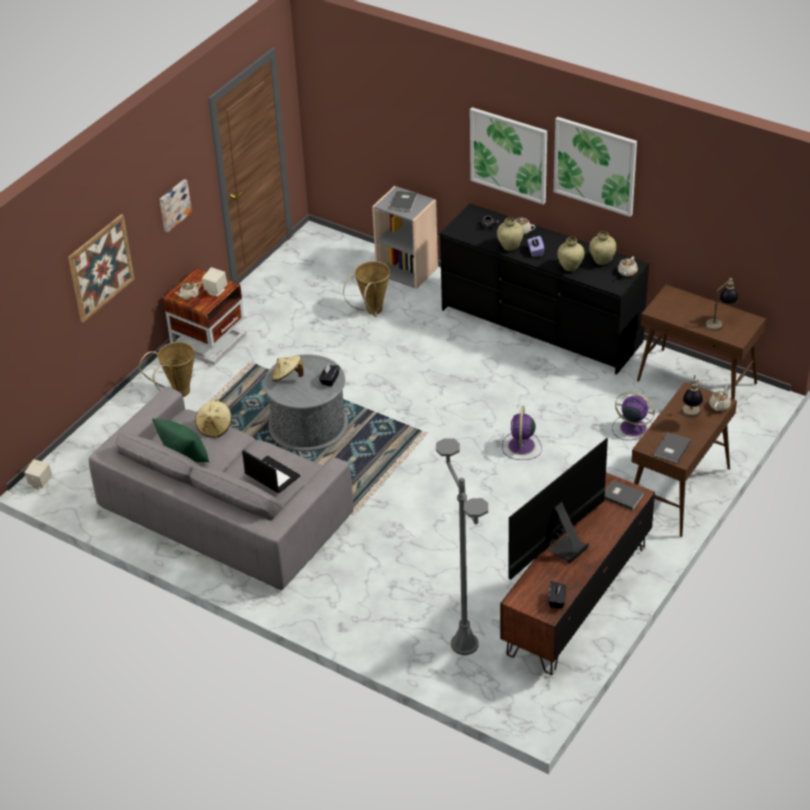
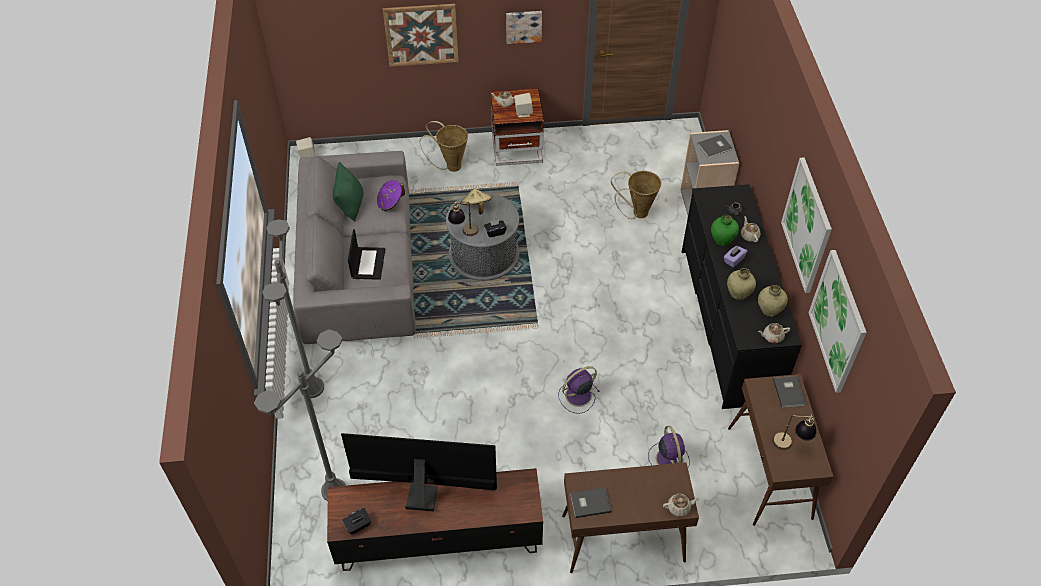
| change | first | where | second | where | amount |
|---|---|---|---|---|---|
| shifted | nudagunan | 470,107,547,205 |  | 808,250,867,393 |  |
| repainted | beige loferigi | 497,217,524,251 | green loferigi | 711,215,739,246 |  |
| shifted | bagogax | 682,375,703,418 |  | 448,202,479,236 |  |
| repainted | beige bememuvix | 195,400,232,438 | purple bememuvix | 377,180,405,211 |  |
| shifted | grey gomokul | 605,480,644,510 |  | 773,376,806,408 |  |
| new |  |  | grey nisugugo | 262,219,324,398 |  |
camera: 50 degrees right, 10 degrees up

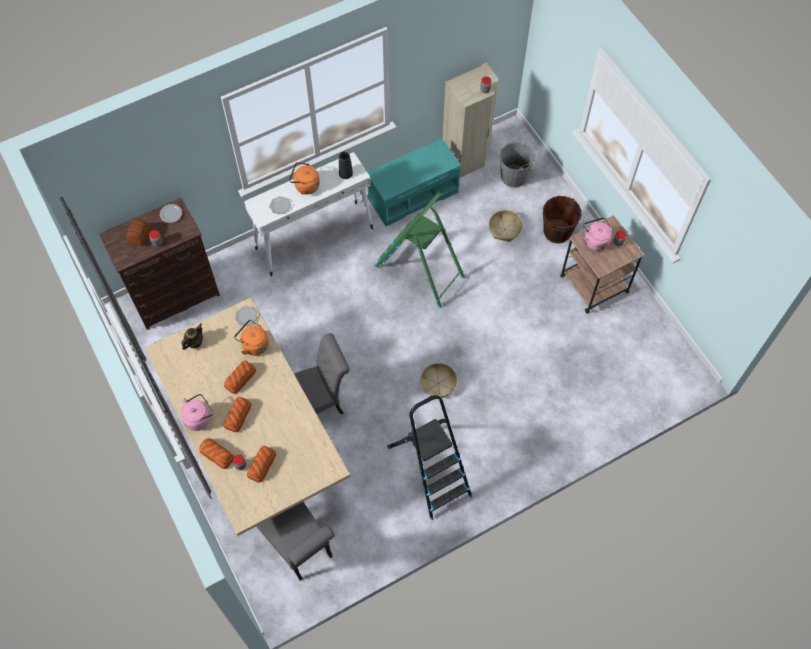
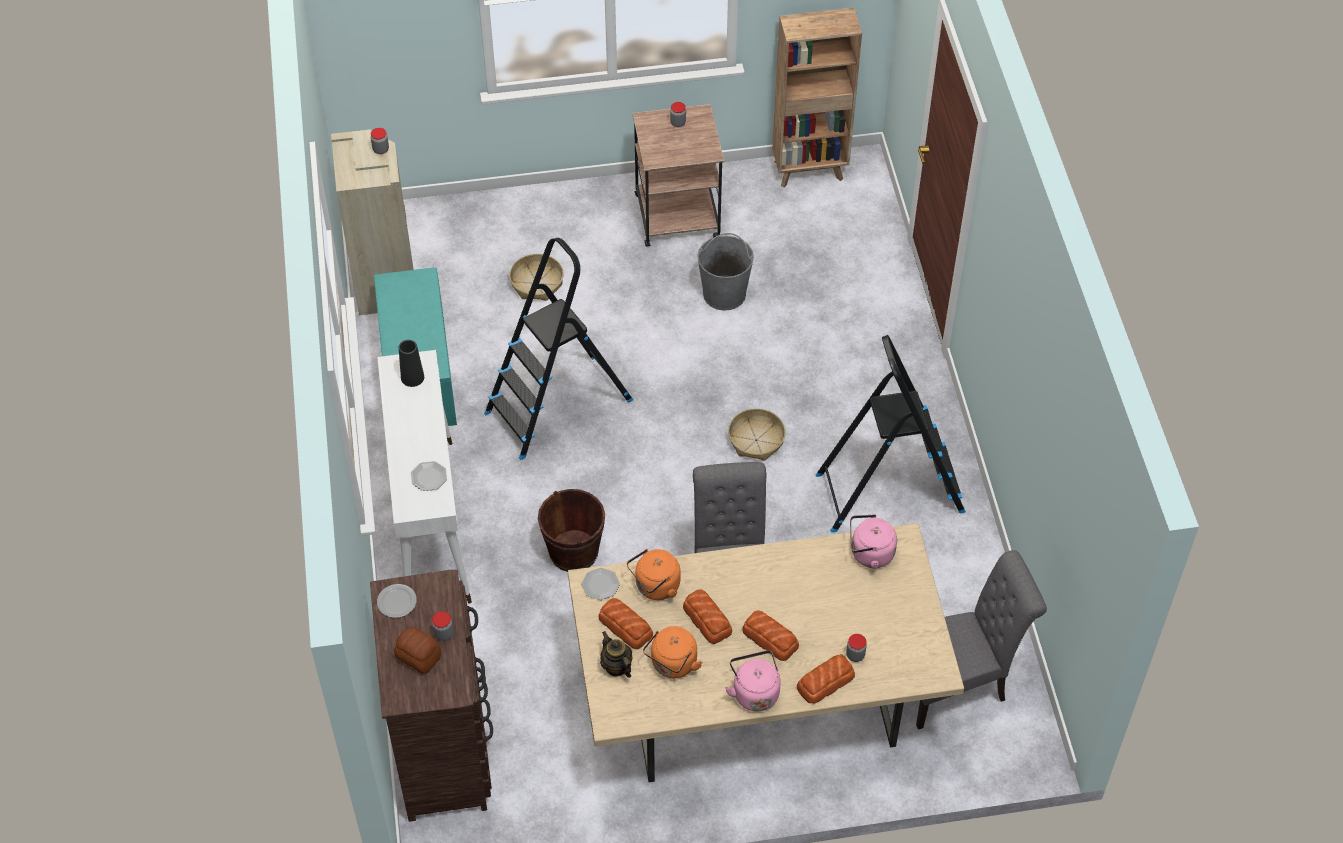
| change | first | where | second | where | amount |
|---|---|---|---|---|---|
| shifted | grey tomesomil | 500,142,536,188 |  | 697,233,754,311 |  |
| shifted | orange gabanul | 289,162,320,194 |  | 643,626,703,678 |  |
| repainted | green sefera | 375,192,465,308 | black sefera | 484,238,633,460 |  |
| shifted | brown tomesomil | 543,196,582,243 |  | 538,489,605,572 |  |
| shifted | pink gabanul | 582,217,612,251 |  | 850,514,897,569 |  |
| shifted | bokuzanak | 247,446,276,483 |  | 599,598,653,649 |  |
| new |  |  | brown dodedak | 772,8,862,188 |  |
camera: 70 degrees left, 10 degrees down

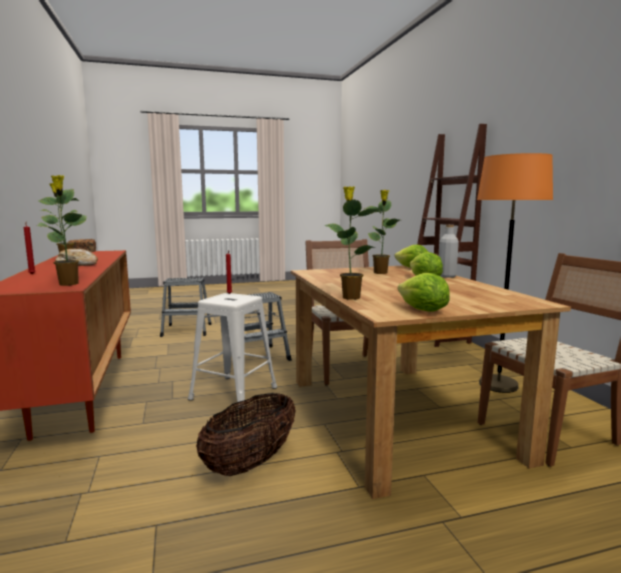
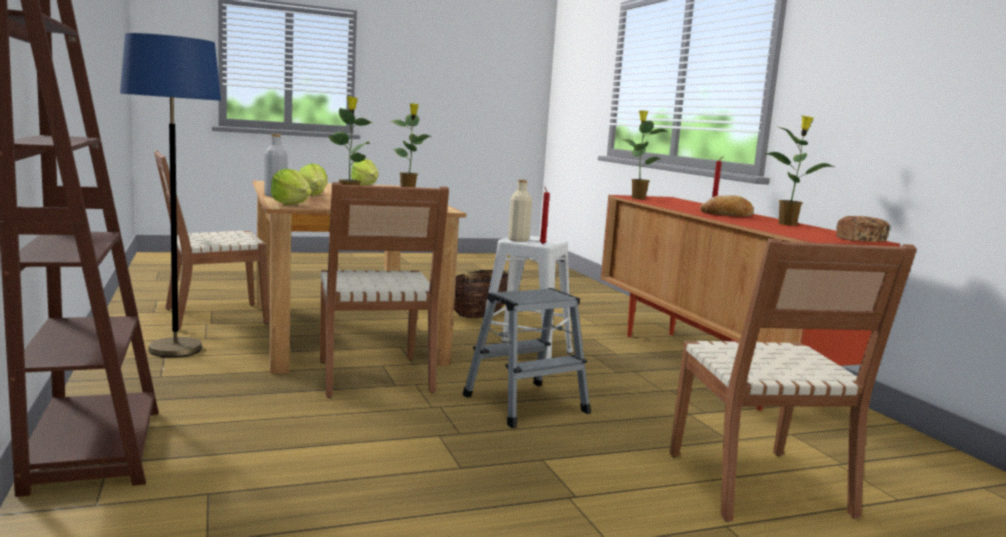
| change | first | where | second | where | amount |
|---|---|---|---|---|---|
| repainted | orange nisugugo | 477,153,553,393 | blue nisugugo | 120,33,221,357 |  |
| swapped | grey sefera | 160,277,211,337 | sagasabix | 670,238,917,522 |  |
| new |  |  | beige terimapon | 508,179,532,242 |  |
camera: 175 degrees right, 0 degrees up

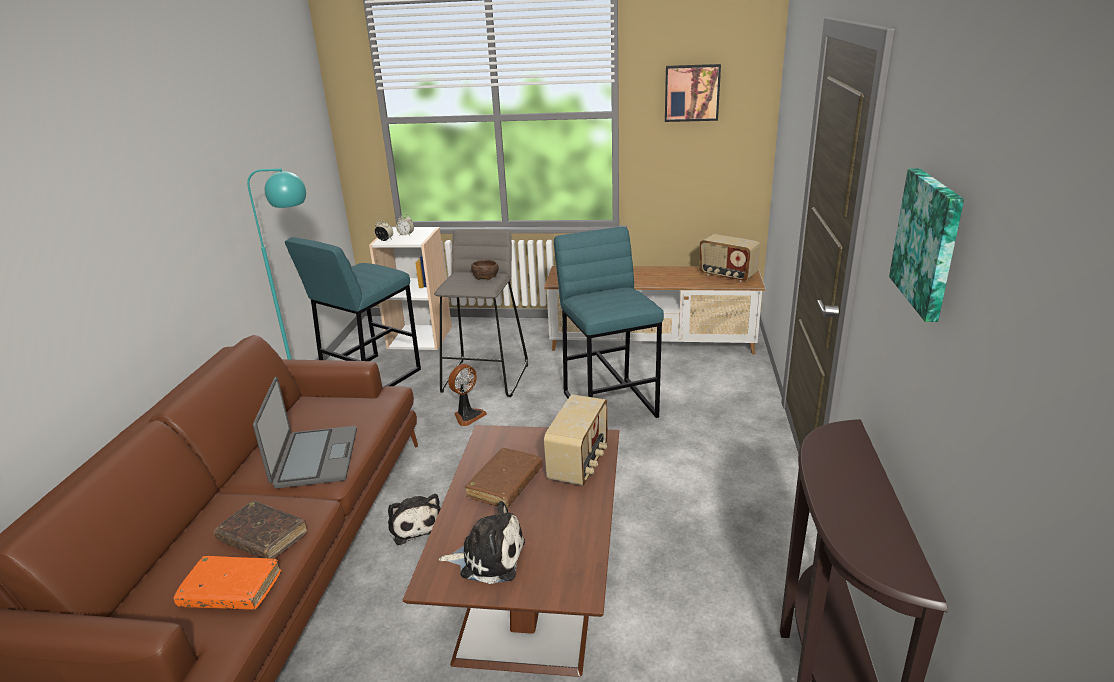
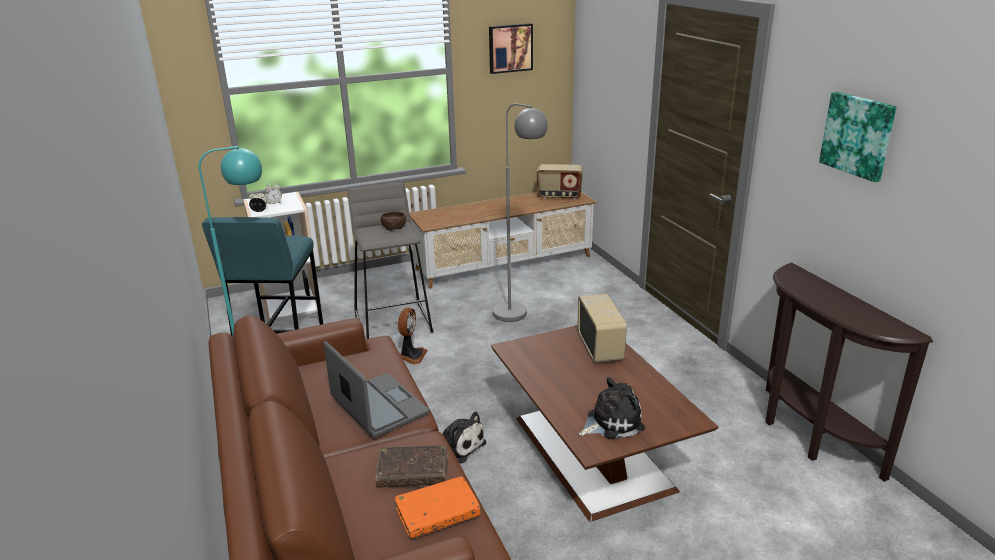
| change | first | where | second | where | amount |
|---|---|---|---|---|---|
| swapped | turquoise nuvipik | 554,227,664,418 | grey nisugugo | 492,103,548,322 |  |
| gone | brown gomokul | 465,448,542,508 |  |  |  |
camera: 30 degrees left, 0 degrees up

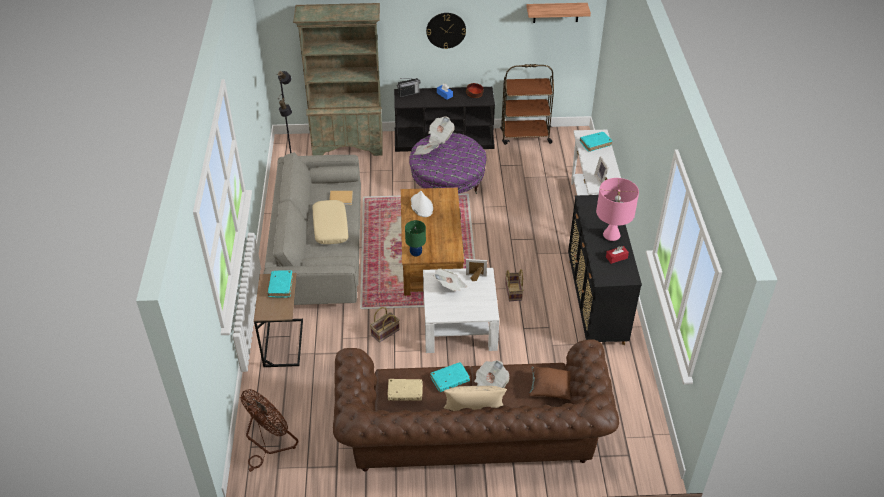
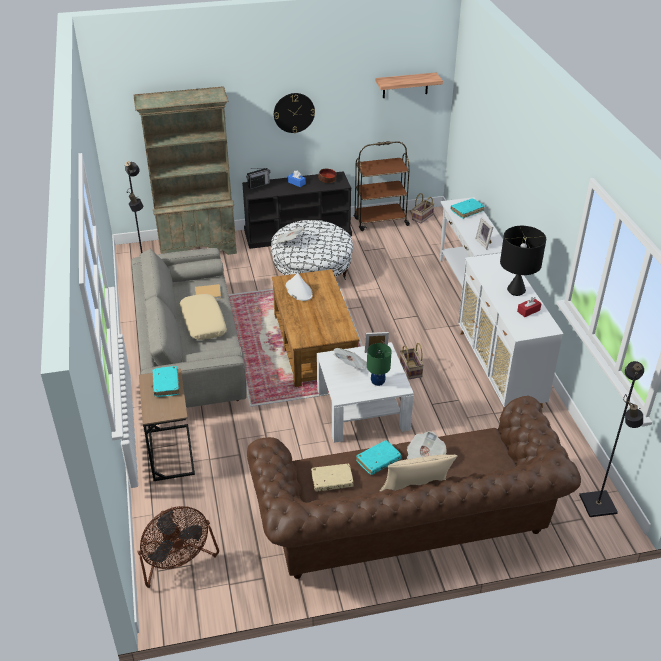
| change | first | where | second | where | amount |
|---|---|---|---|---|---|
| gone | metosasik | 428,116,455,144 |  |  |  |
| repainted | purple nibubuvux | 409,133,486,194 | white nibubuvux | 271,220,353,280 |  |
| repainted | pink bagogax | 596,178,639,241 | black bagogax | 500,226,546,296 |  |
| repainted | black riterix | 568,195,642,345 | white riterix | 458,253,564,409 |  |
| shifted | green bagogax | 405,220,426,257 |  | 367,343,391,386 |  |
| shifted | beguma | 370,307,399,343 |  | 412,193,434,223 |  |
| gone | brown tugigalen | 529,366,571,400 |  |  |  |
| rotated | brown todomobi | 241,389,298,472 |  | 137,506,219,588 | 120 degrees clockwise |
| new |  |  | black nisugugo | 579,361,644,517 |  |
camera: 10 degrees left, 5 degrees down

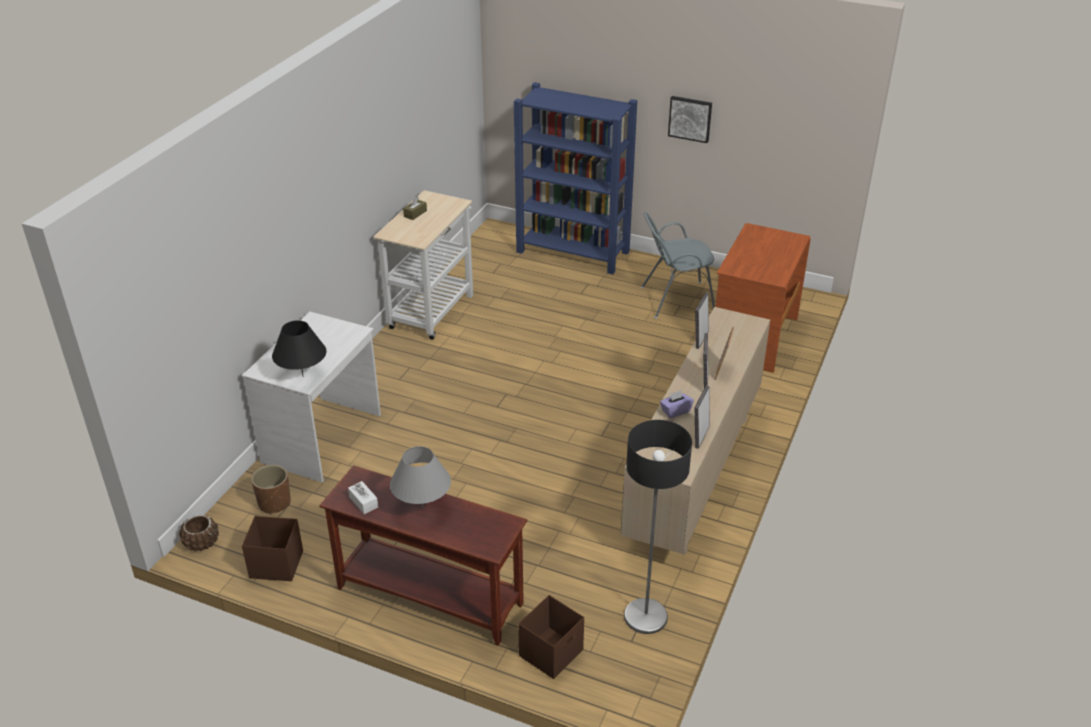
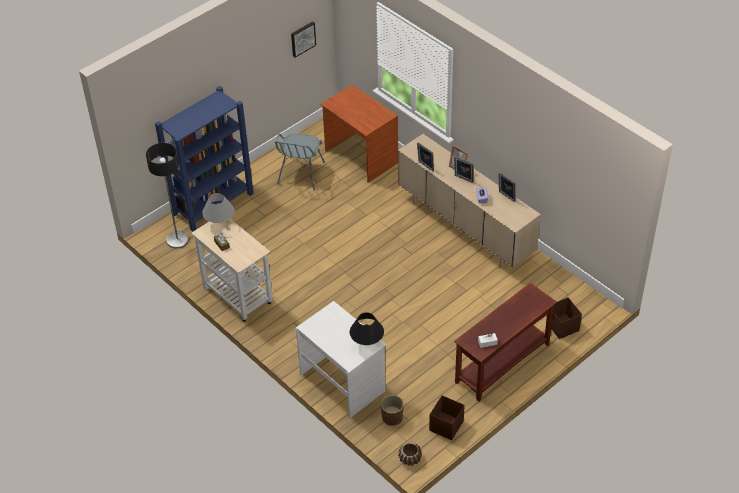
| change | first | where | second | where | amount |
|---|---|---|---|---|---|
| shifted | nudagunan | 668,96,712,143 |  | 291,21,316,58 |  |
| shifted | nisugugo | 624,420,692,634 |  | 146,143,189,249 |  |
| shifted | grey bagogax | 390,446,451,507 |  | 202,193,234,223 |  |
camera: 65 degrees left, 10 degrees up

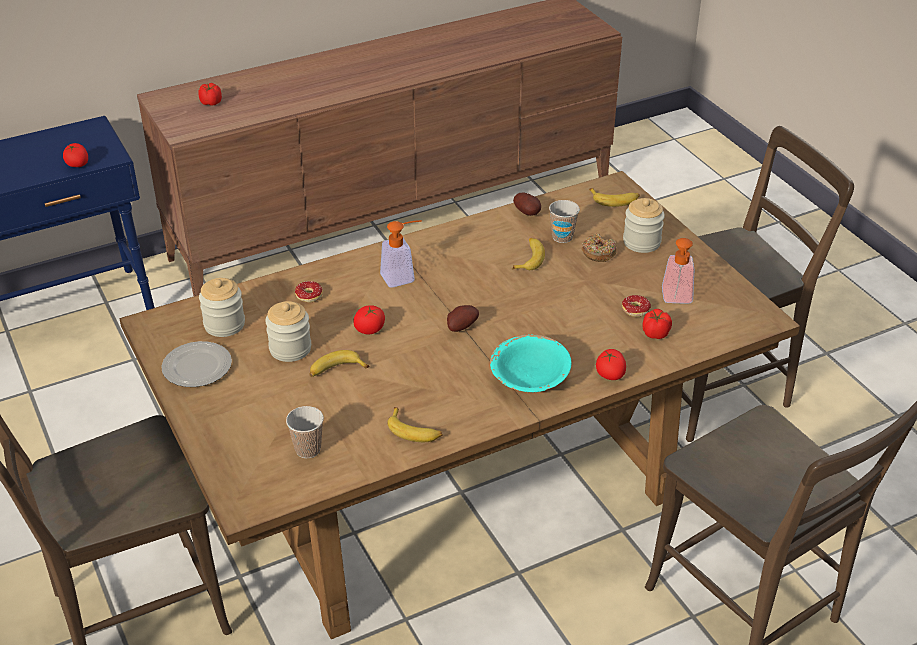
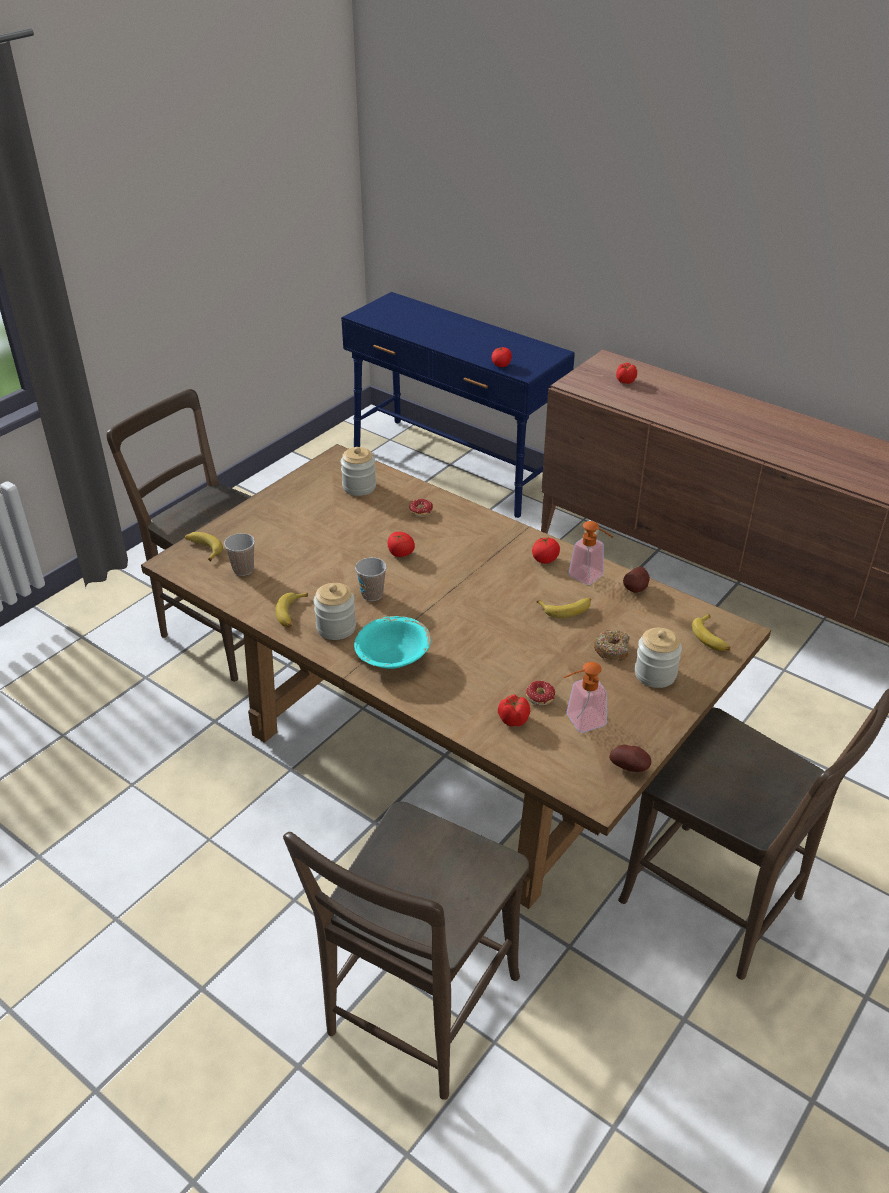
| change | first | where | second | where | amount |
|---|---|---|---|---|---|
| shifted | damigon | 549,200,580,243 |  | 355,557,387,601 |  |
| shifted | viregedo | 380,220,422,288 |  | 568,521,613,585 |  |
| shifted | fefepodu | 265,301,311,362 |  | 313,583,356,640 |  |
| shifted | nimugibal | 447,305,479,332 |  | 609,745,651,772 |  |
| gone | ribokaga | 161,341,232,387 |  |  |  |
| shifted | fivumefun | 596,349,626,380 |  | 532,537,560,564 |  |
| shifted | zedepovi | 309,350,370,377 |  | 185,532,223,561 |  |
camera: 65 degrees right, 0 degrees up

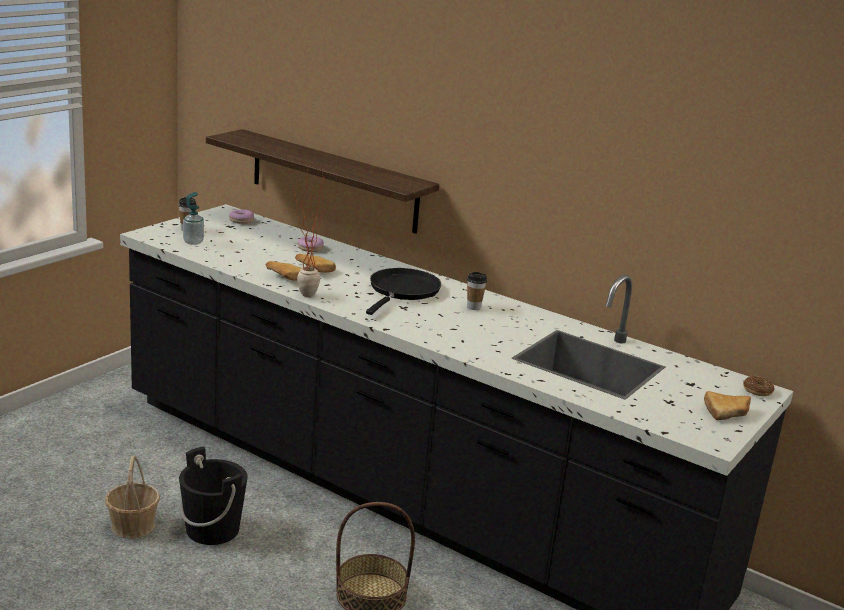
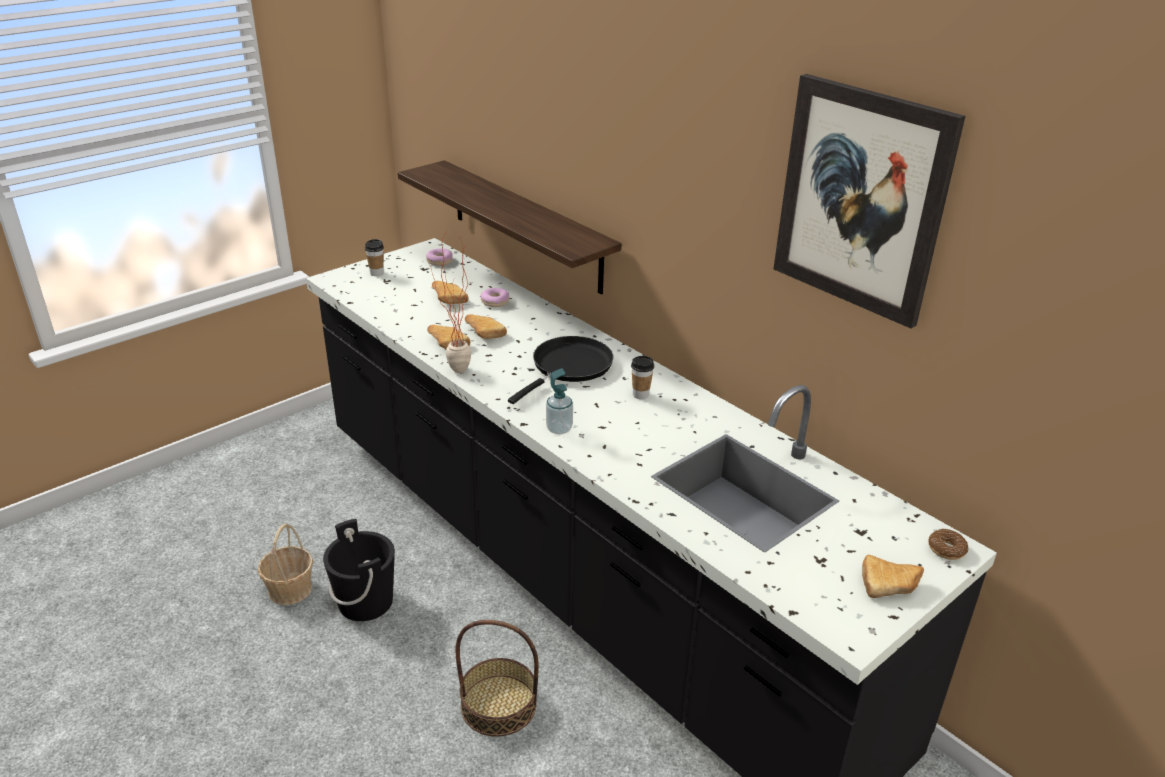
| change | first | where | second | where | amount |
|---|---|---|---|---|---|
| shifted | viregedo | 183,192,204,245 |  | 546,368,573,435 |  |
| new |  |  | nudagunan | 774,74,965,329 |  |
| new |  |  | bokuzanak | 432,281,469,304 |  |
camera: 15 degrees right, 10 degrees up

